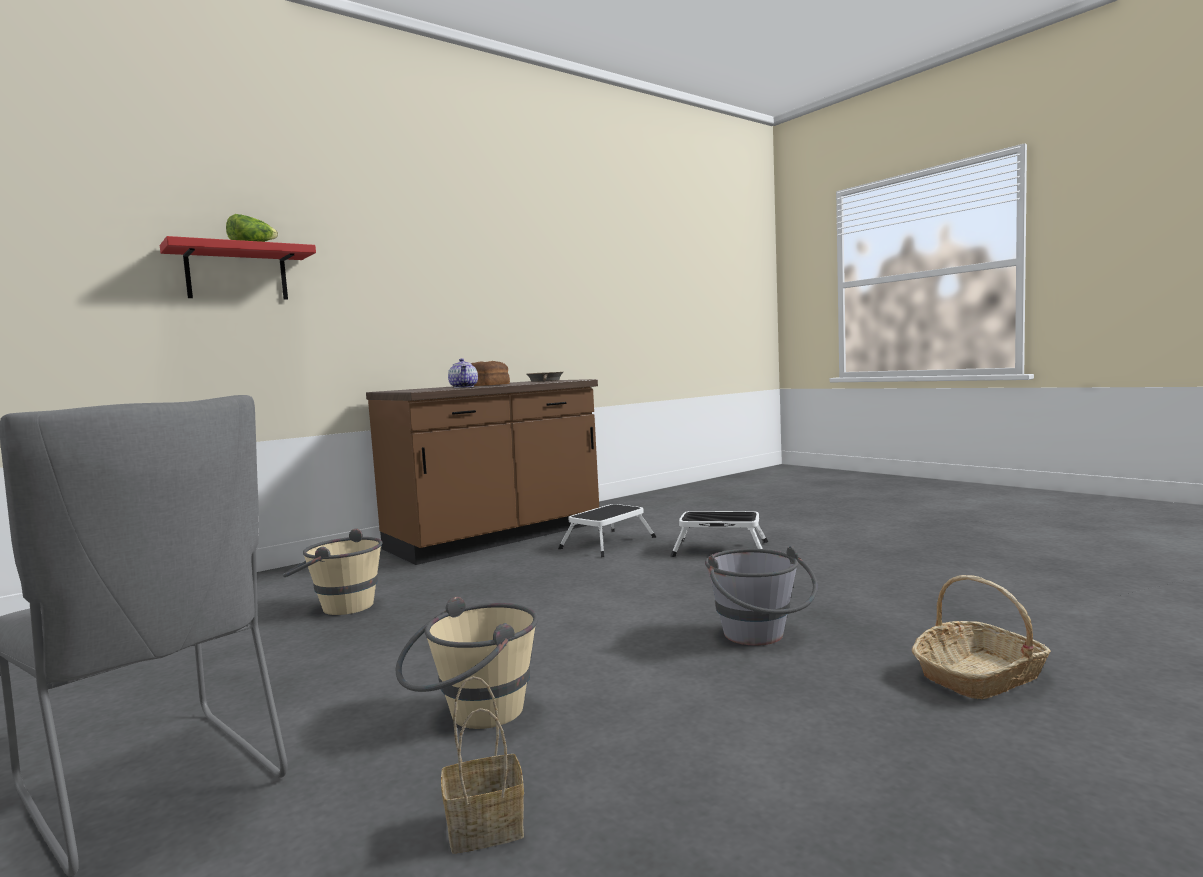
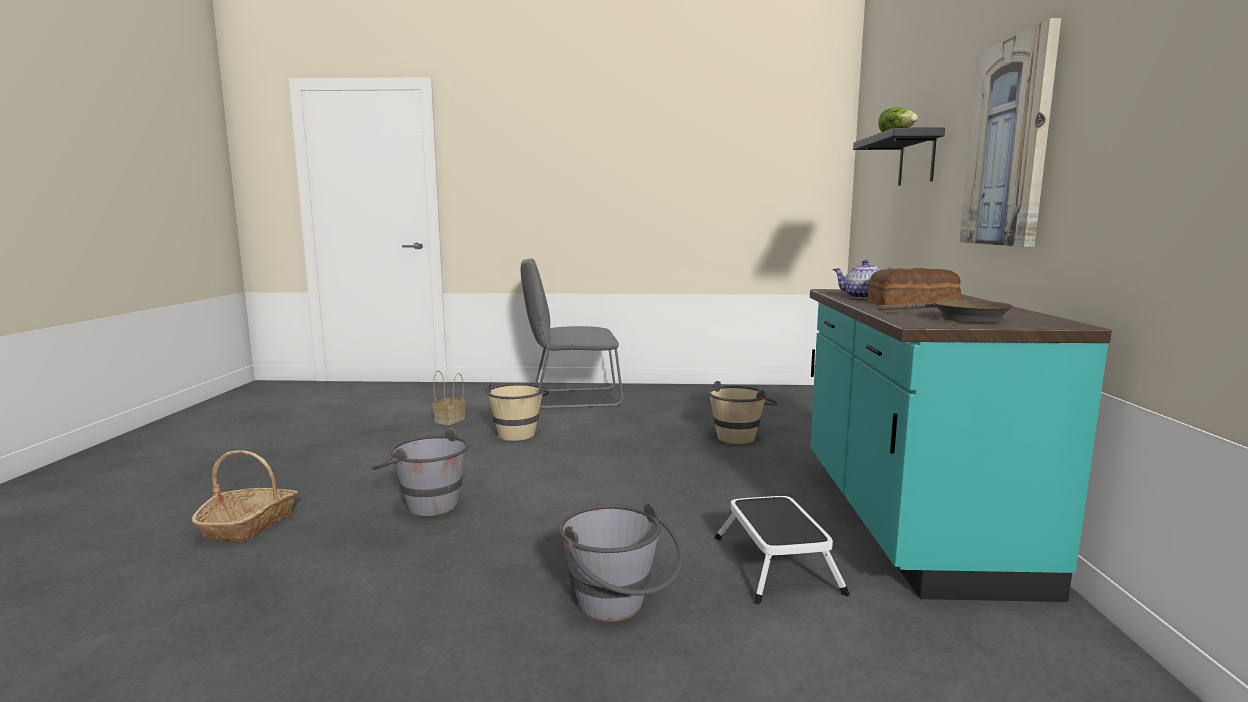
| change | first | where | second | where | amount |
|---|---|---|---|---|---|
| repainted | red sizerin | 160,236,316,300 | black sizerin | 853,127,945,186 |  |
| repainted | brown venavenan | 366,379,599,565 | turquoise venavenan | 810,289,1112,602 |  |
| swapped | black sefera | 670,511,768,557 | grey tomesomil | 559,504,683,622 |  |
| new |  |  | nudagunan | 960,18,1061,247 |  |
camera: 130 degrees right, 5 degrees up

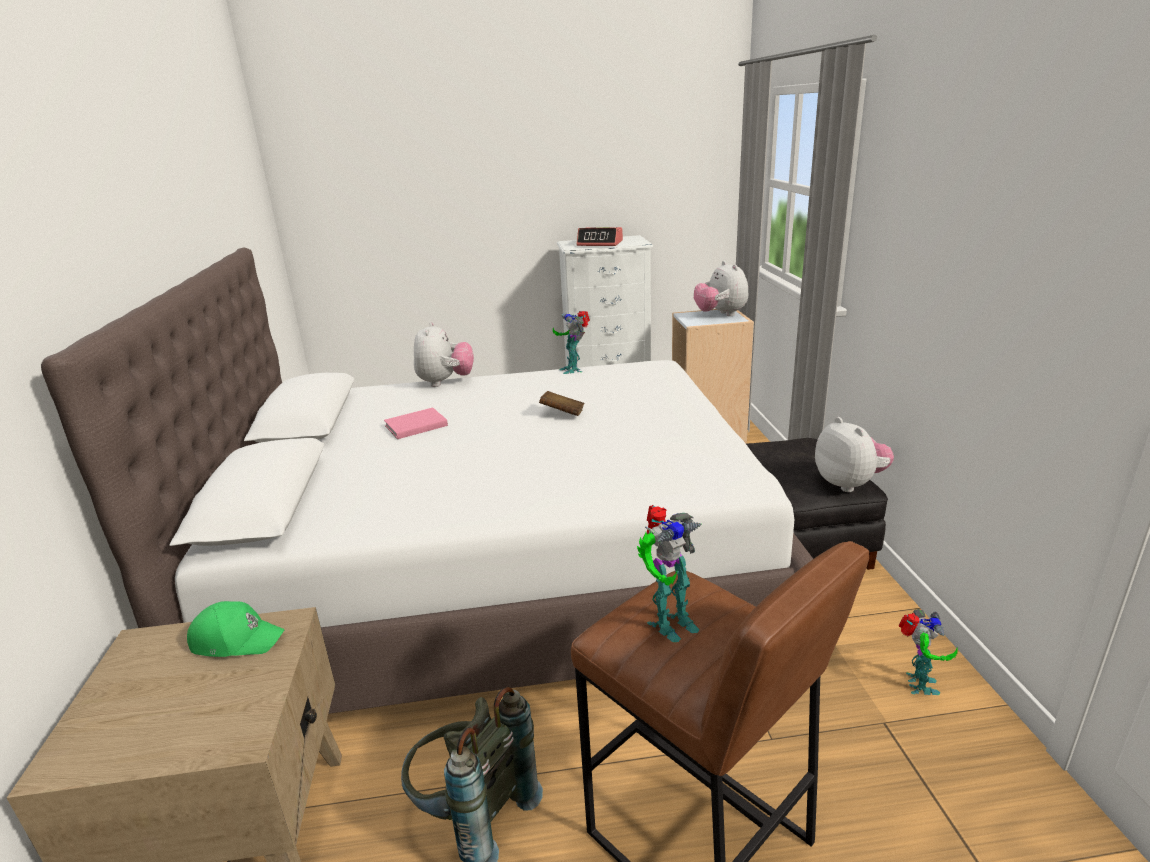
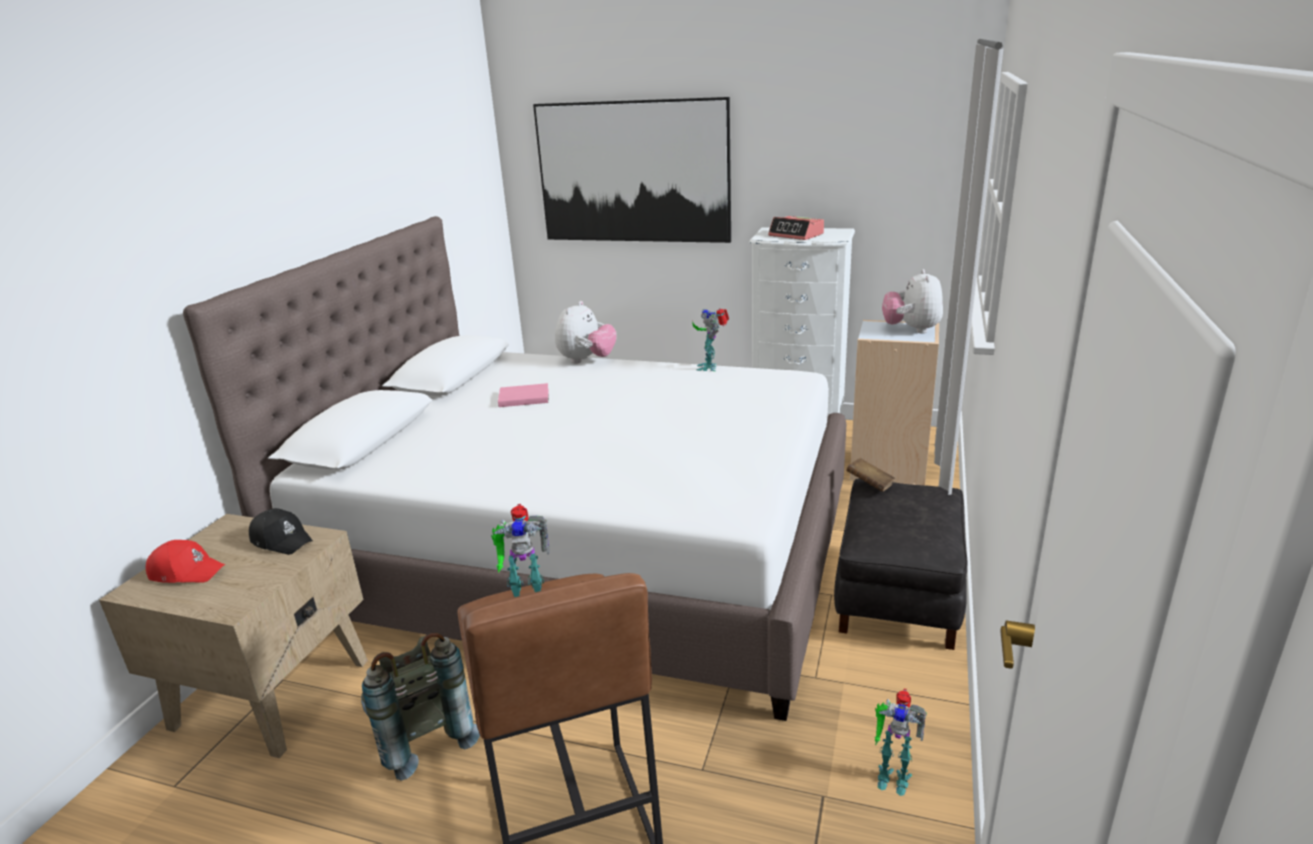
| change | first | where | second | where | amount |
|---|---|---|---|---|---|
| shifted | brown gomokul | 539,391,585,416 |  | 846,458,895,492 |  |
| gone | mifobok | 815,417,894,492 |  |  |  |
| repainted | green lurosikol | 187,601,285,657 | black lurosikol | 249,508,313,555 |  |
| rotated | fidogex | 899,609,958,695 |  | 874,689,927,796 | 75 degrees clockwise |
| new |  |  | nudagunan | 533,97,731,243 |  |
| new |  |  | red lurosikol | 146,540,225,583 |  |
camera: 25 degrees right, 0 degrees up

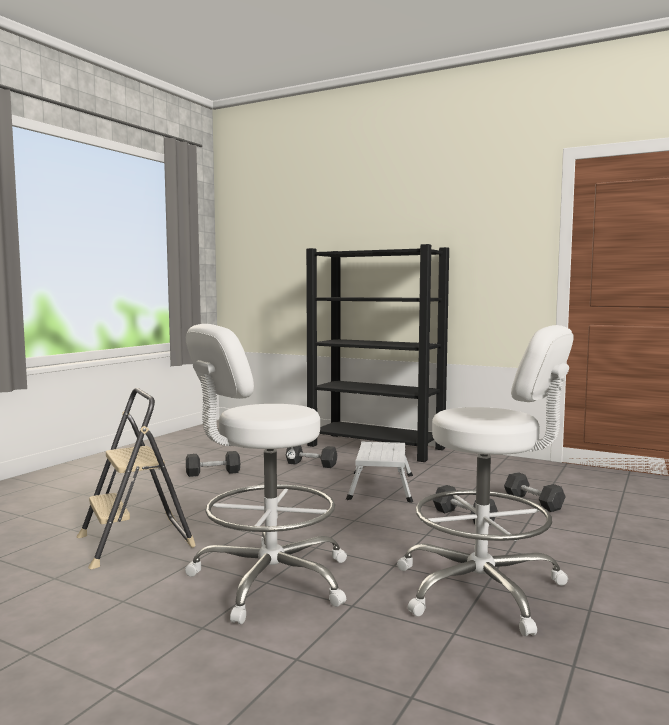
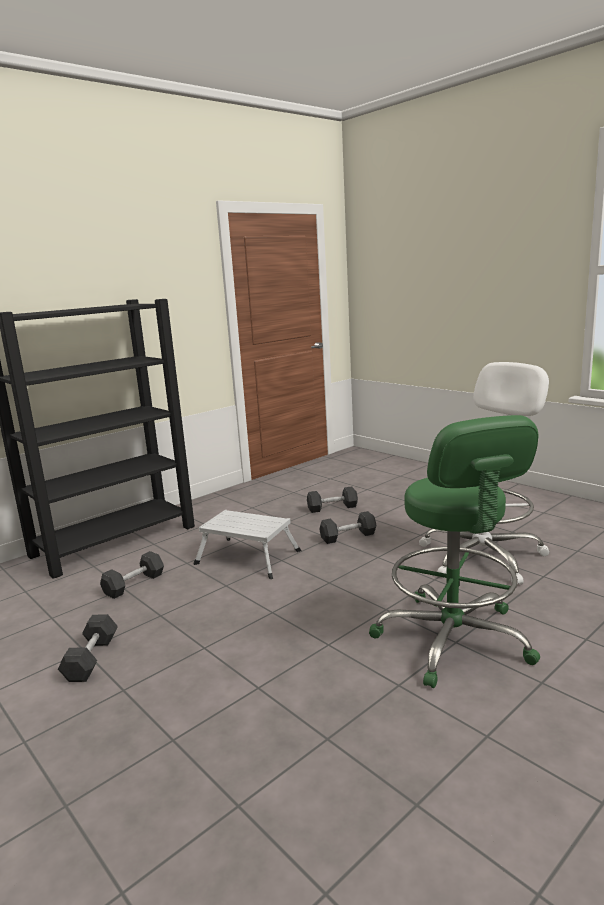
| change | first | where | second | where | amount |
|---|---|---|---|---|---|
| repainted | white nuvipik | 185,324,347,624 | green nuvipik | 369,415,540,688 |  |
| gone | beige sefera | 77,388,196,569 |  |  |  |
camera: 70 degrees left, 10 degrees up

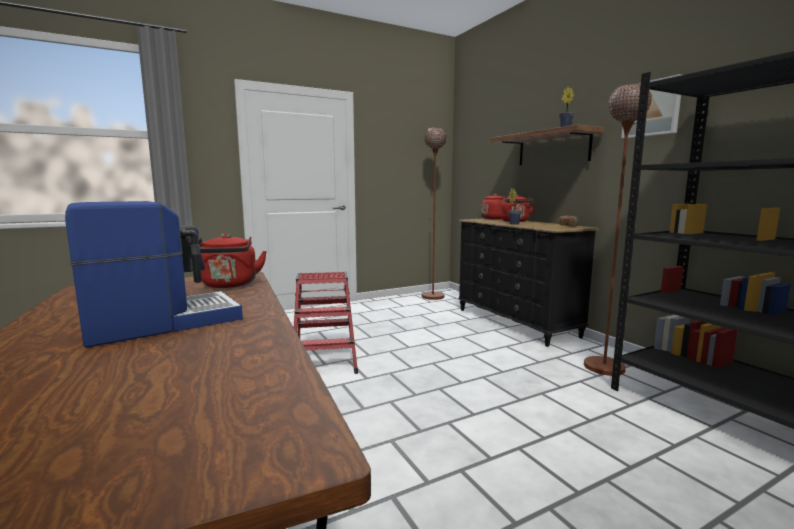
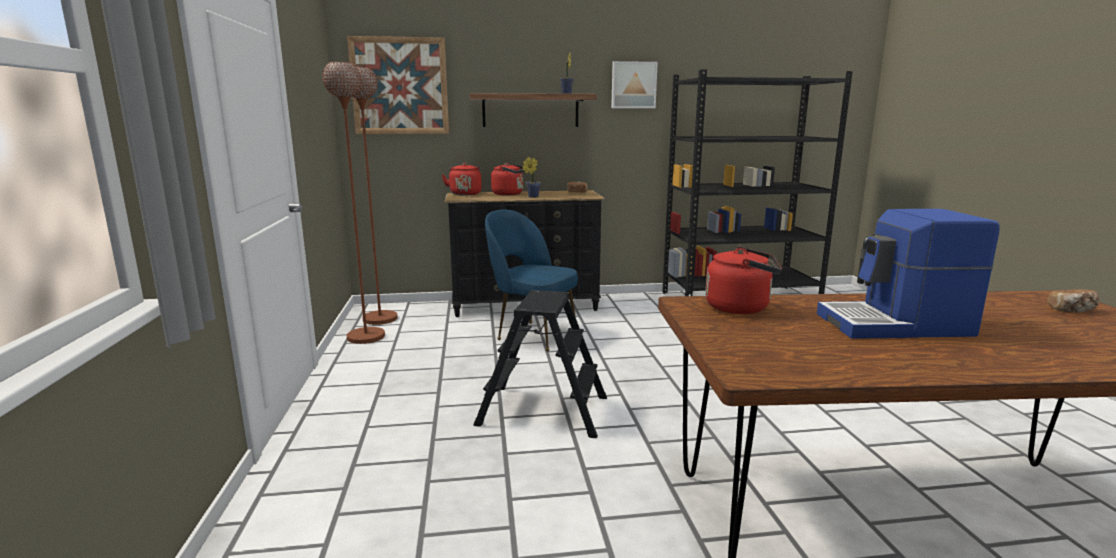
| change | first | where | second | where | amount |
|---|---|---|---|---|---|
| shifted | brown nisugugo | 584,83,652,376 |  | 322,62,385,344 |  |
| rotated | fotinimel | 65,201,243,348 |  | 817,209,1000,339 | 75 degrees counterclockwise |
| repainted | red sefera | 294,272,358,374 | black sefera | 473,290,607,438 |  |
| new |  |  | nudagunan | 347,36,449,134 |  |
| new |  |  | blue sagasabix | 485,209,578,352 |  |
| new |  |  | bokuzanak | 1047,289,1100,313 |  |
camera: 70 degrees left, 5 degrees up

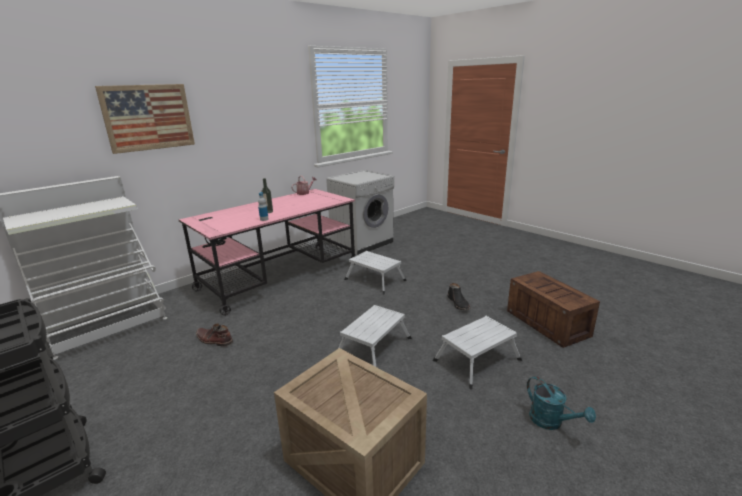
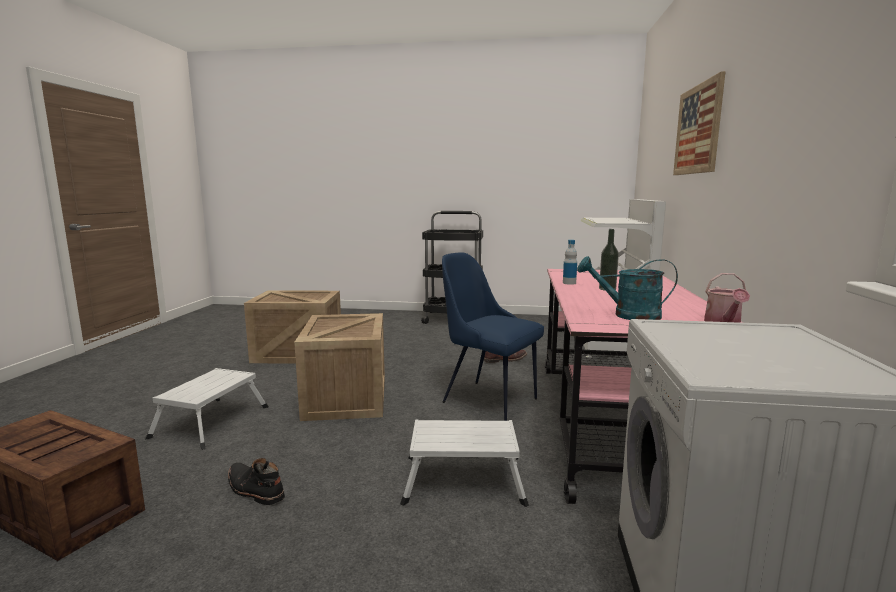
| change | first | where | second | where | amount |
|---|---|---|---|---|---|
| swapped | white sefera | 338,305,412,367 | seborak | 294,313,385,421 |  |
| shifted | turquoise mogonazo | 527,376,596,430 |  | 577,256,678,320 |  |
| new |  |  | blue sagasabix | 442,252,544,421 |  |
camera: 140 degrees right, 10 degrees down

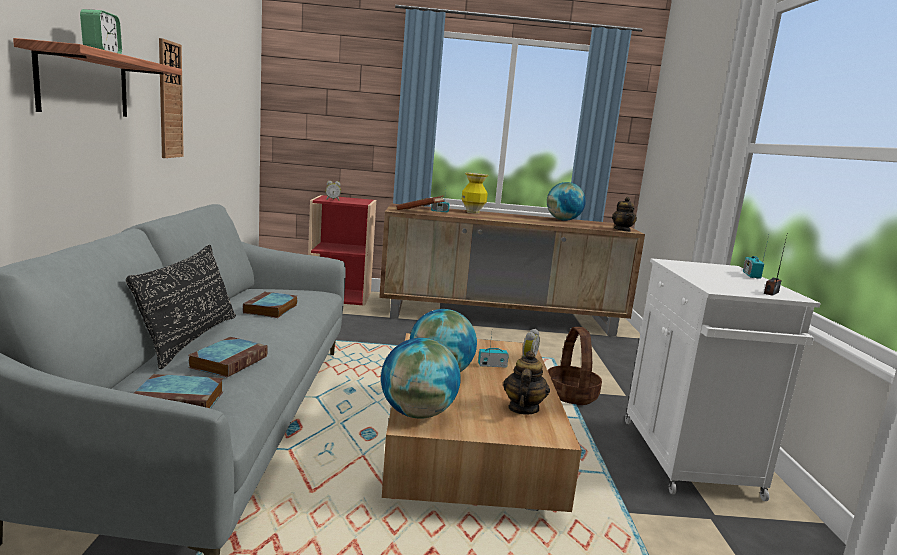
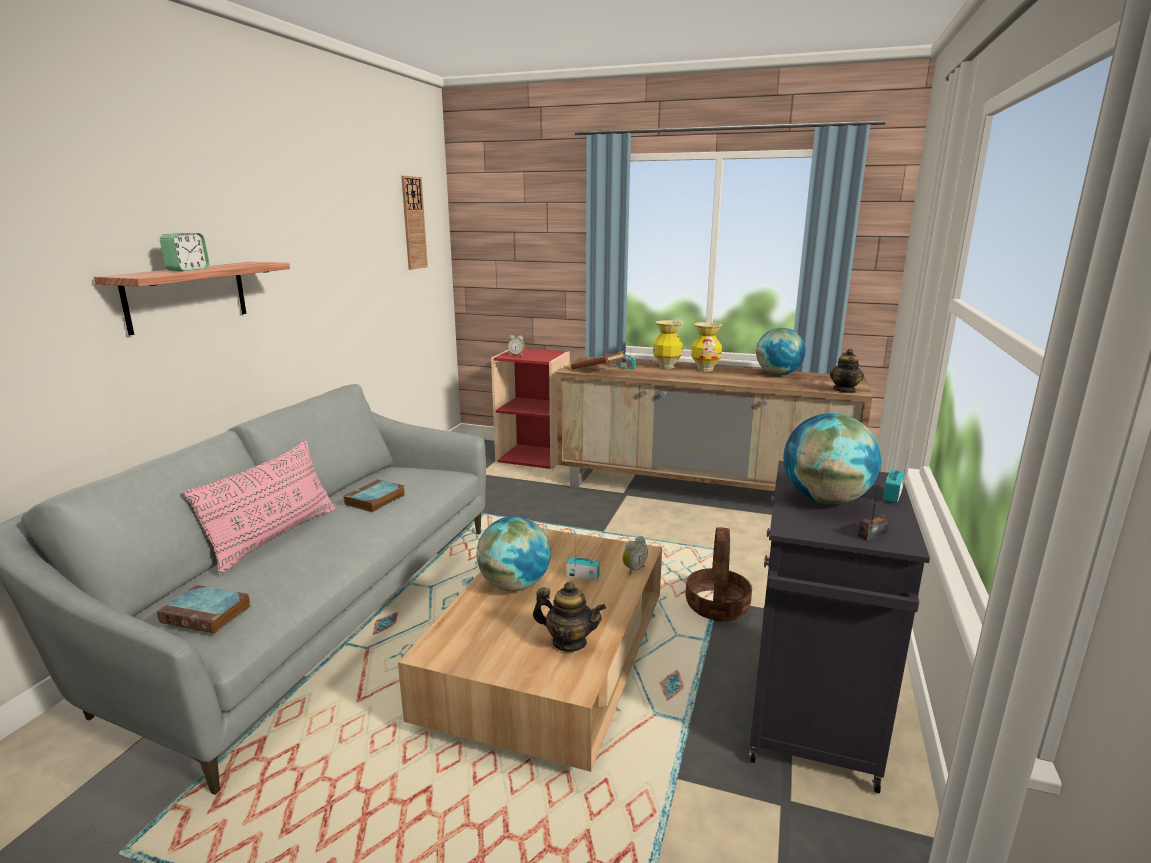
| change | first | where | second | where | amount |
|---|---|---|---|---|---|
| shifted | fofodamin | 159,38,184,158 |  | 401,176,428,270 |  |
| repainted | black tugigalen | 126,245,236,369 | pink tugigalen | 184,440,335,575 |  |
| repainted | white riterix | 625,258,821,501 | black riterix | 749,461,930,793 |  |
| gone | gomokul | 189,337,268,377 |  |  |  |
| shifted | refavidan | 381,338,461,419 |  | 784,413,881,504 |  |
| rotated | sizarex | 503,350,550,415 |  | 533,581,606,652 | 75 degrees clockwise |
| new |  |  | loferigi | 691,322,722,371 |  |
camera: 20 degrees right, 5 degrees up

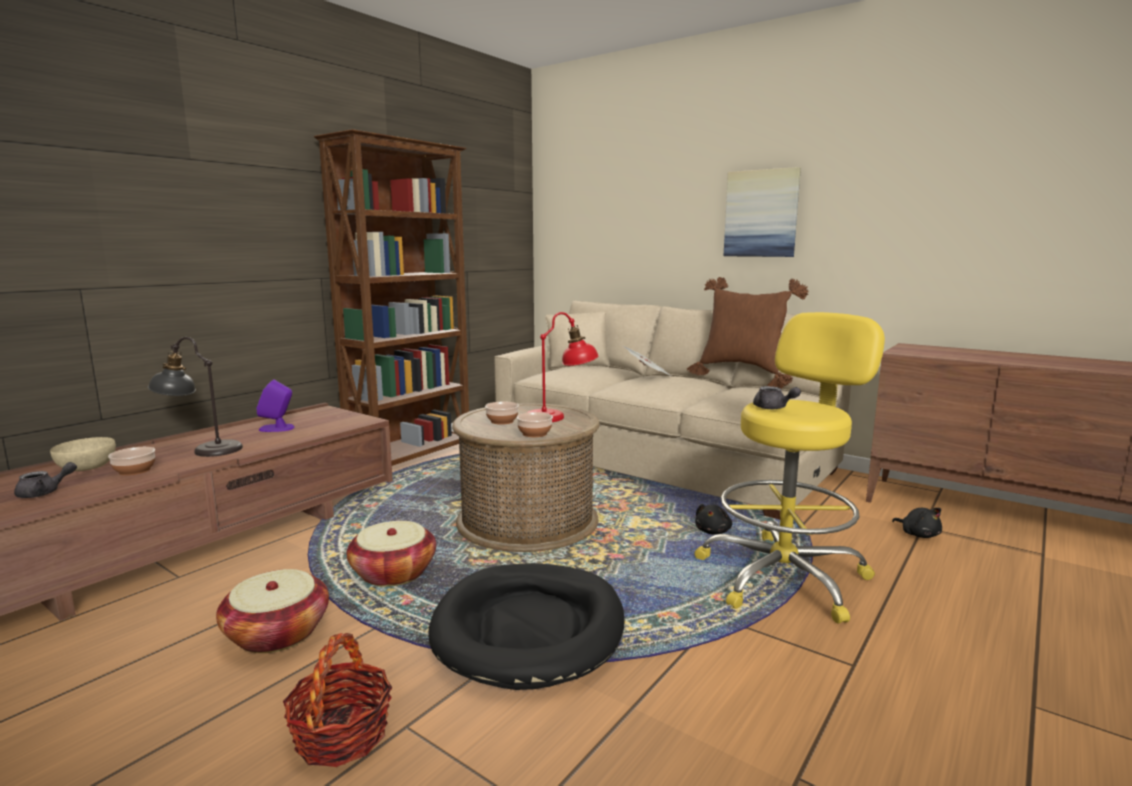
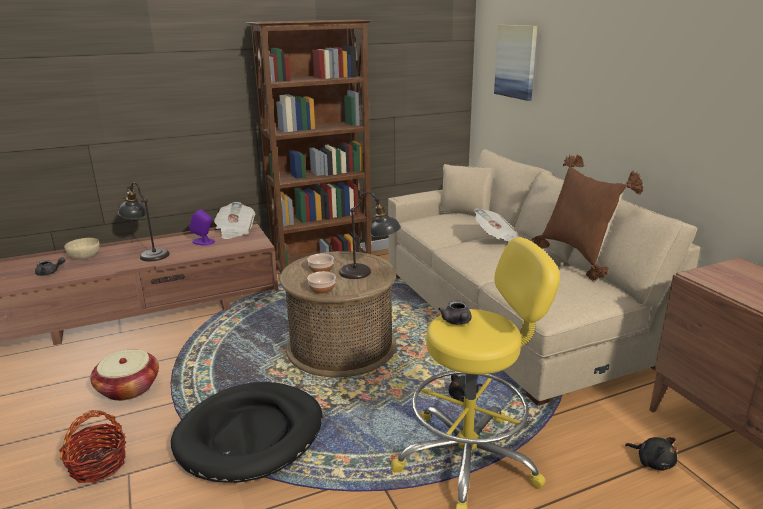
| change | first | where | second | where | amount |
|---|---|---|---|---|---|
| shifted | nudagunan | 723,167,801,257 |  | 494,25,538,101 |  |
| repainted | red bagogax | 527,312,599,422 | grey bagogax | 339,192,401,279 |  |
| gone | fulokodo | 108,447,155,476 |  |  |  |
| rotated | black mifobok | 892,508,942,538 |  | 625,437,678,471 | 45 degrees counterclockwise |
| gone | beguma | 347,521,436,587 |  |  |  |
| new |  |  | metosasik | 214,202,255,239 |  |
camera: 30 degrees right, 10 degrees up

